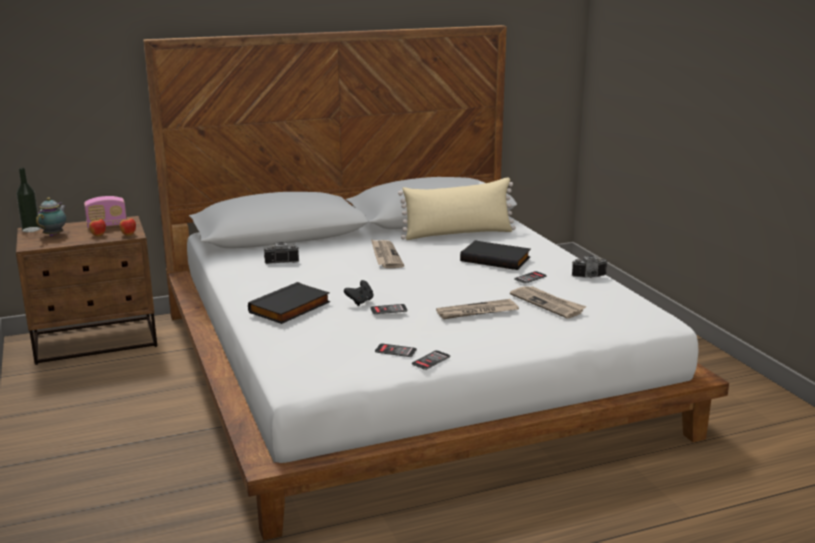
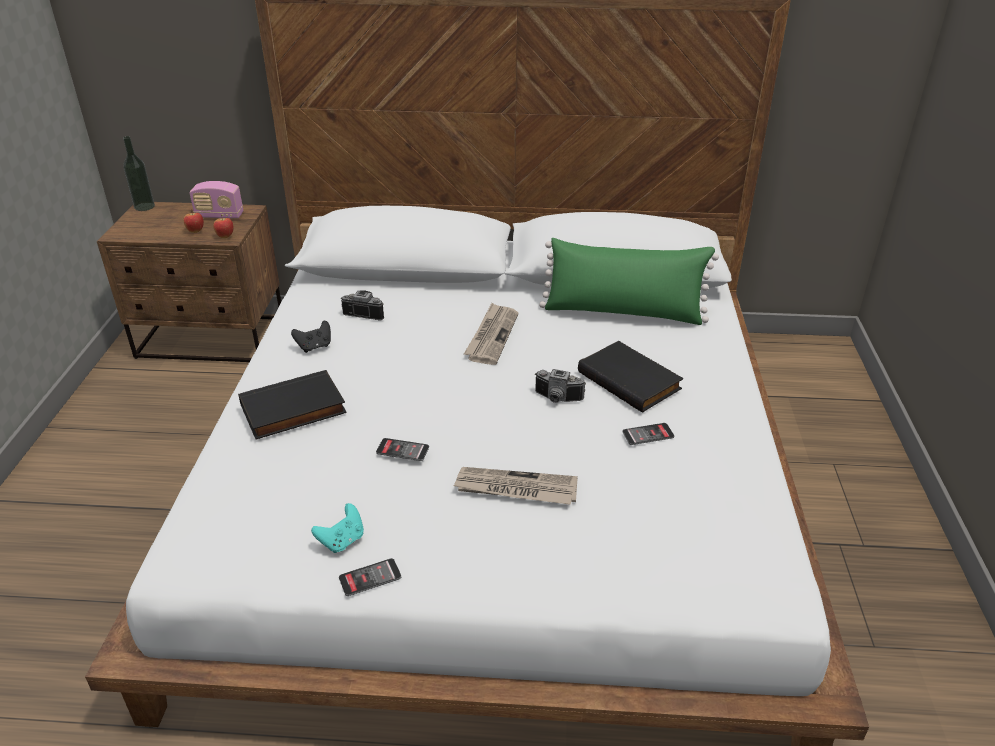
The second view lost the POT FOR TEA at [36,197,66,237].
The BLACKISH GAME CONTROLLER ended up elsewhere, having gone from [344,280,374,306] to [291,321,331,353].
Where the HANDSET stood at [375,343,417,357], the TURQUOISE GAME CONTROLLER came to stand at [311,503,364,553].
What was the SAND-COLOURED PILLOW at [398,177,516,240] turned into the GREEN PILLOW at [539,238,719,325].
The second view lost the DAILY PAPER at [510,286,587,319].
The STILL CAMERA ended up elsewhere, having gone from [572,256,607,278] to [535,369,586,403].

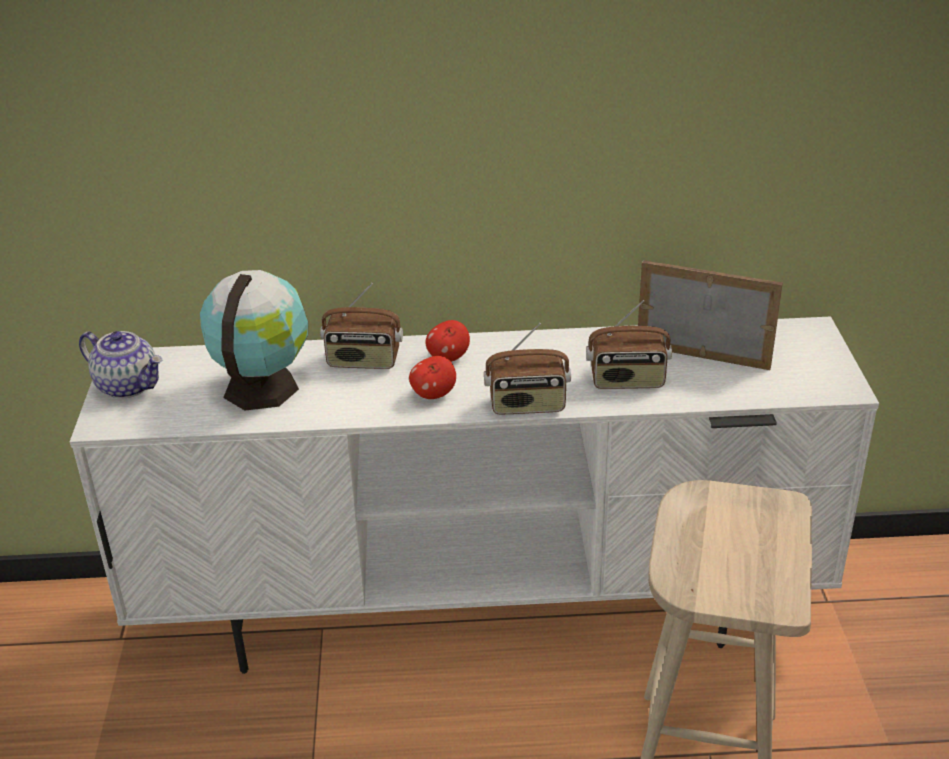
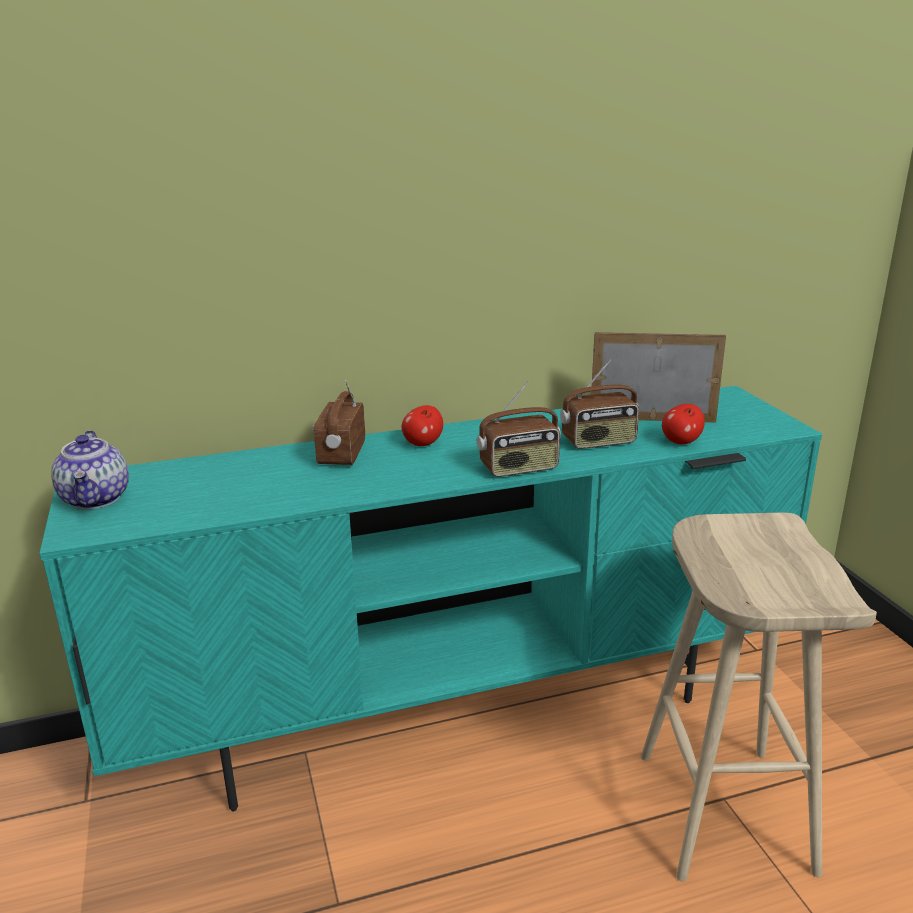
What was the WHITE-COLOURED MEDIA CONSOLE at [70,317,879,674] turned into the TURQUOISE MEDIA CONSOLE at [39,386,822,811].
The POT FOR TEA at [79,331,162,398] ended up facing another way, 60 degrees clockwise from before.
The second view lost the WORLD GLOBE at [200,270,308,410].
The RADIO SET at [320,283,403,369] ended up facing another way, 105 degrees clockwise from before.
The APPLE ended up elsewhere, having gone from [409,356,456,399] to [662,404,705,444].

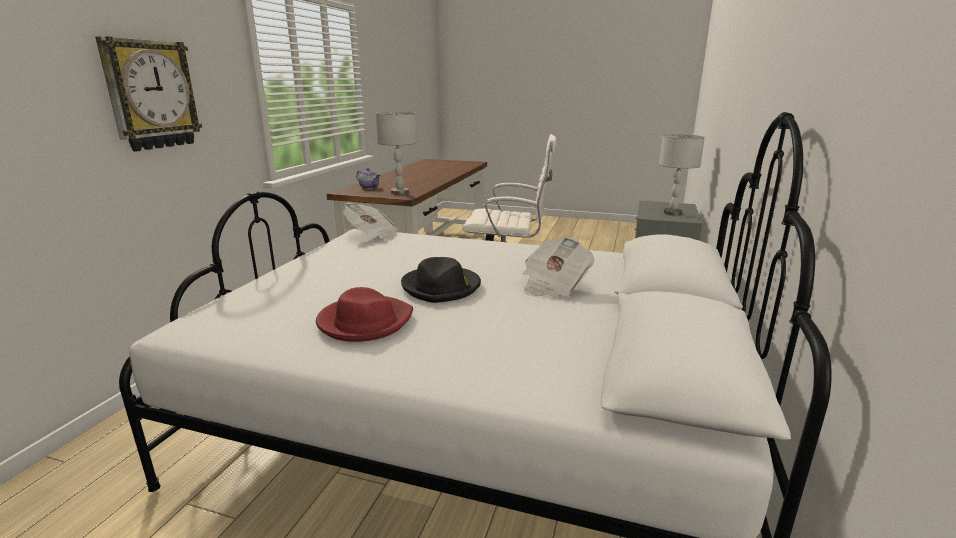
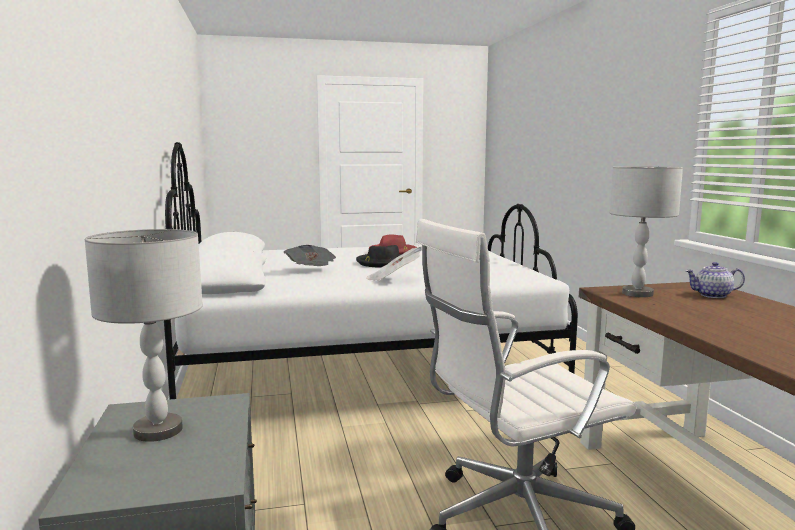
The second view lost the WALL CLOCK at [95,36,202,151].
The DAILY PAPER ended up elsewhere, having gone from [343,203,398,241] to [366,246,422,281].

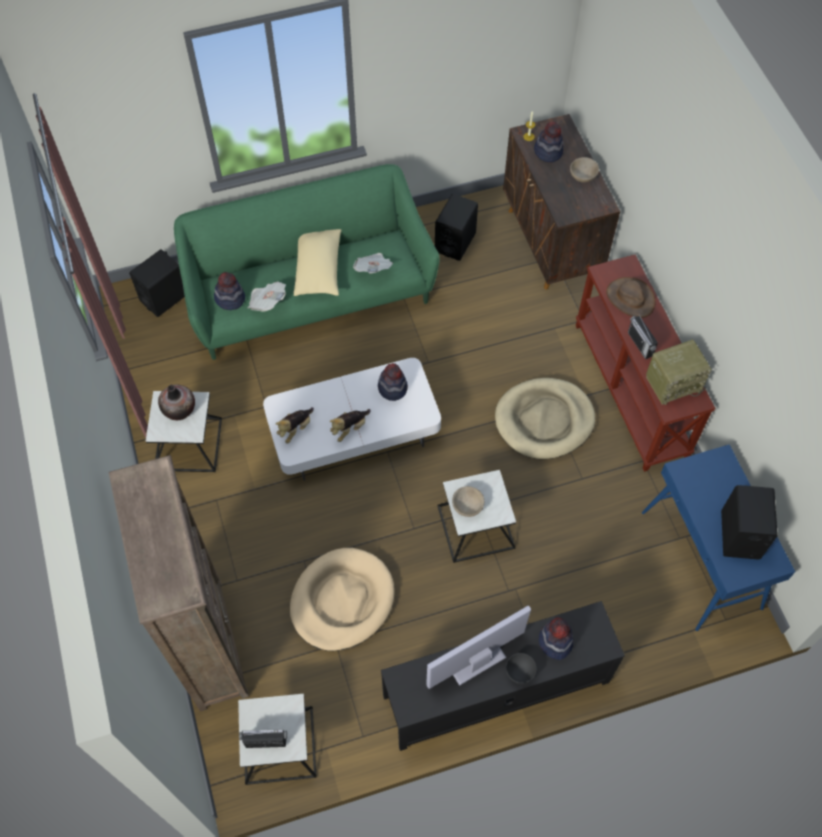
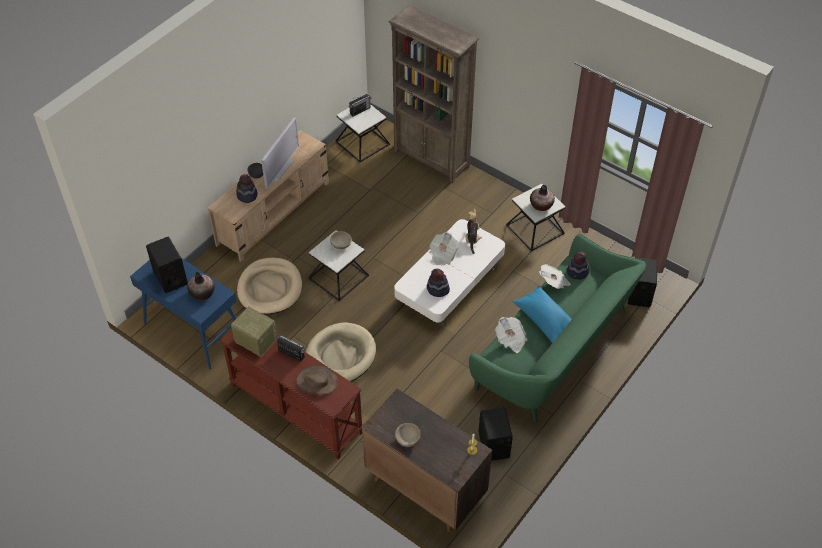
The SAND-COLOURED PET BED ended up elsewhere, having gone from [290,548,395,651] to [237,257,302,314].
What was the SAND-COLOURED PILLOW at [294,229,342,296] turned into the BLUE PILLOW at [513,286,572,343].
Where the PLUSH TOY stood at [330,409,371,442], the DAILY PAPER came to stand at [429,232,459,265].
What was the BLACKISH MEDIA CONSOLE at [381,601,625,751] turned into the SAND-COLOURED MEDIA CONSOLE at [208,130,329,262].
The second view lost the CLOTHING HAT at [534,122,564,162].
The RADIO SET at [646,340,712,405] ended up facing another way, 90 degrees clockwise from before.
The second view gained the DECORATIVE VASE at [187,272,215,300].

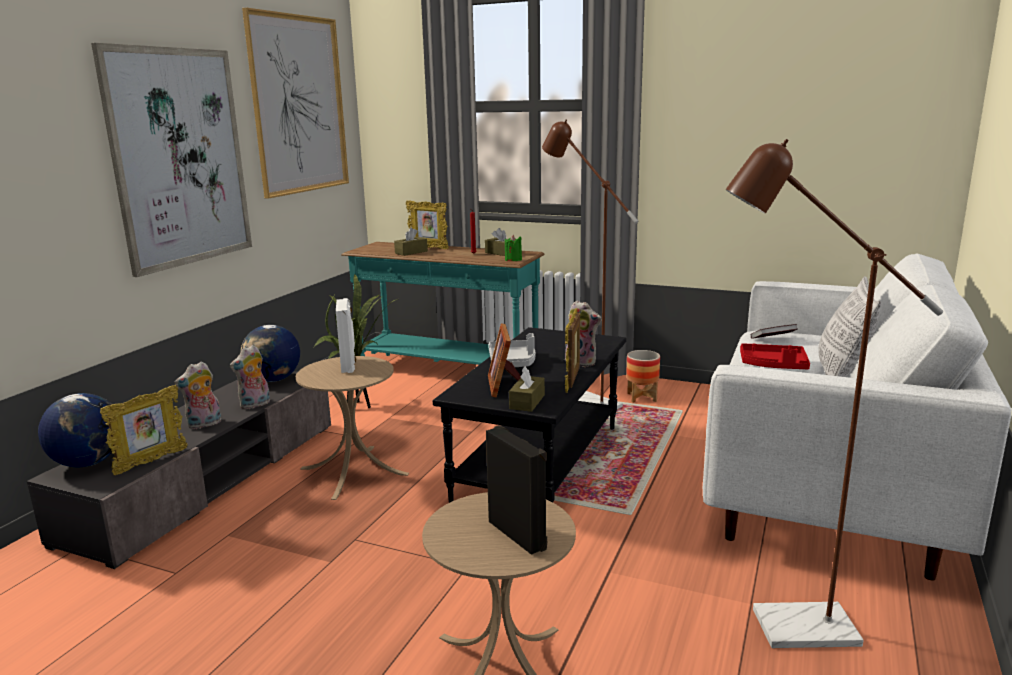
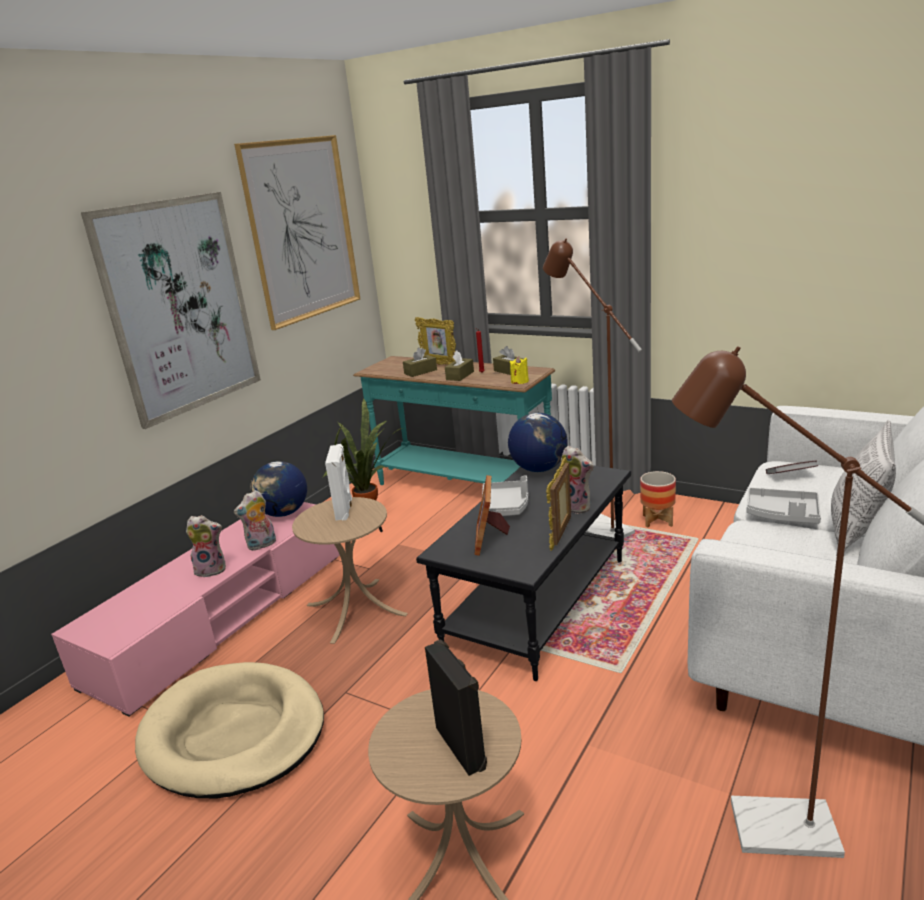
What was the GRAY MEDIA CONSOLE at [27,371,331,569] turned into the PINK-COLOURED MEDIA CONSOLE at [51,502,340,717].
The WORLD GLOBE ended up elsewhere, having gone from [38,393,112,467] to [508,413,568,472].
The second view lost the PICTURE FRAME at [100,385,188,475].
The PLUSH TOY at [174,361,221,430] ended up facing another way, 150 degrees counterclockwise from before.
What was the GREEN CANDLE at [505,235,522,261] turned into the YELLOWISH CANDLE at [510,356,529,384].
The BROWN-COLOURED BOX OF TISSUES ended up elsewhere, having gone from [509,366,545,412] to [445,350,474,381].
What was the RED CARRYING TRAY at [740,343,810,369] turned into the GRAY CARRYING TRAY at [747,488,821,524].
The second view gained the SAND-COLOURED PET BED at [135,662,324,798].

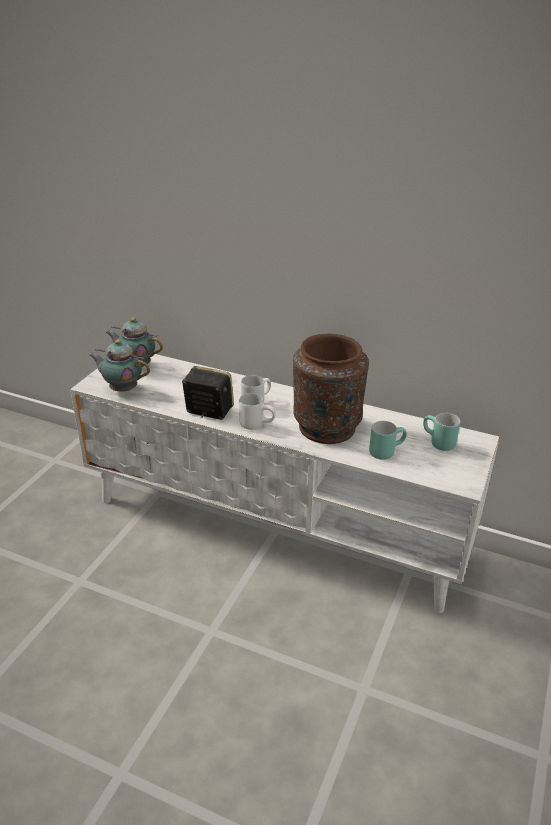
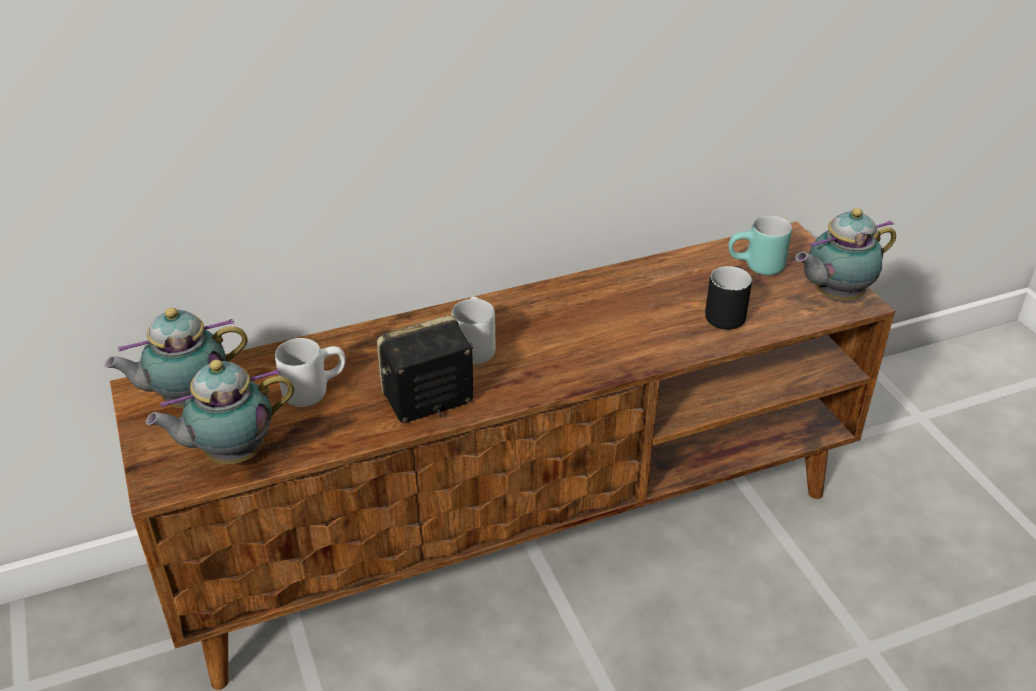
What was the WHITE-COLOURED MEDIA CONSOLE at [70,354,500,613] turned into the BROWN-COLOURED MEDIA CONSOLE at [110,222,895,690].
The WHITE-COLOURED MUG ended up elsewhere, having gone from [239,393,276,430] to [275,338,346,407].
The second view lost the BROWN-COLOURED DECORATIVE VASE at [293,334,369,444].
What was the TURQUOISE MUG at [369,421,407,460] turned into the BLACKISH MUG at [705,266,752,330].
The second view gained the POT FOR TEA at [795,208,896,300].

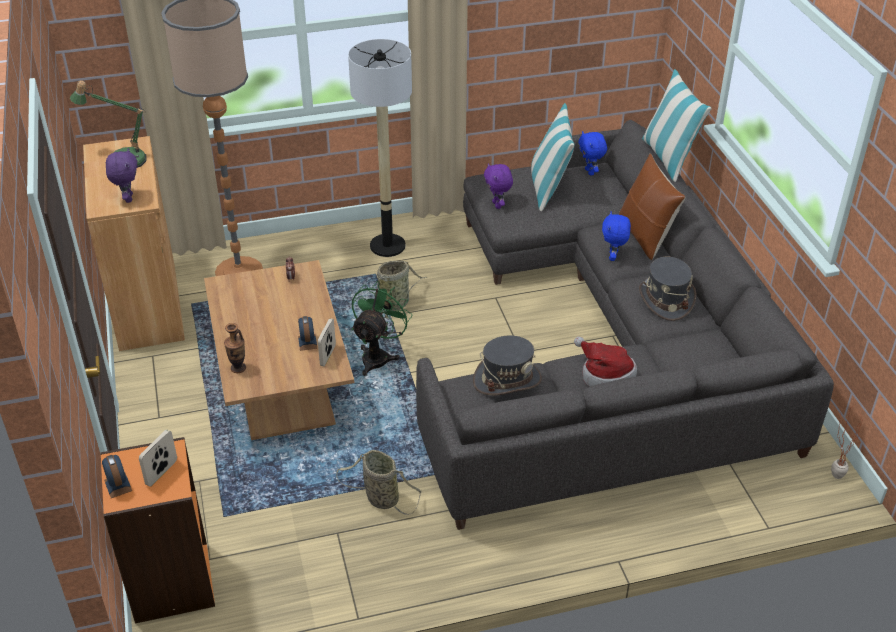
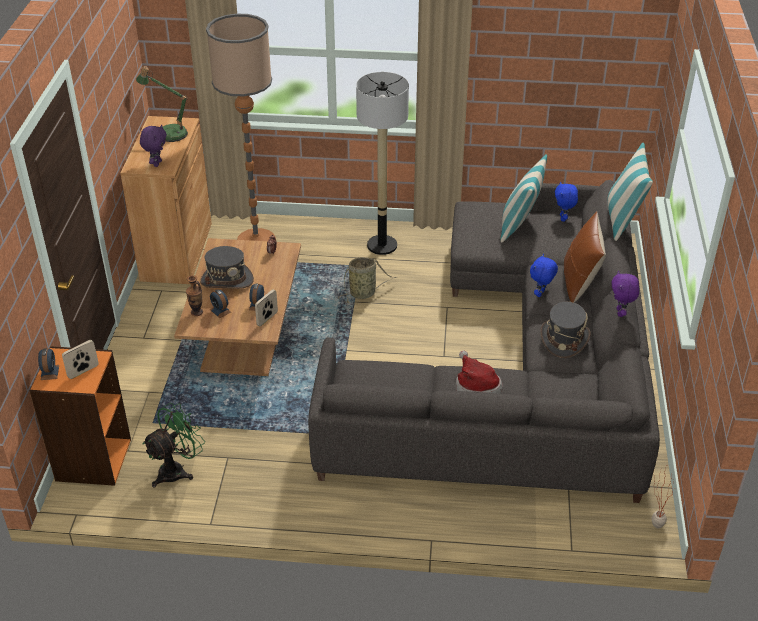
The second view lost the HOUSEHOLD BASKET at [336,450,421,515].
The GREEN ELECTRIC FAN ended up elsewhere, having gone from [352,281,413,376] to [142,403,205,487].
The GRAY CLOTHING HAT ended up elsewhere, having gone from [473,336,542,395] to [200,246,254,289].
The PURPLISH PLUSH TOY ended up elsewhere, having gone from [484,163,513,209] to [611,271,639,317].
The second view gained the TABLE CLOCK at [210,290,231,318].

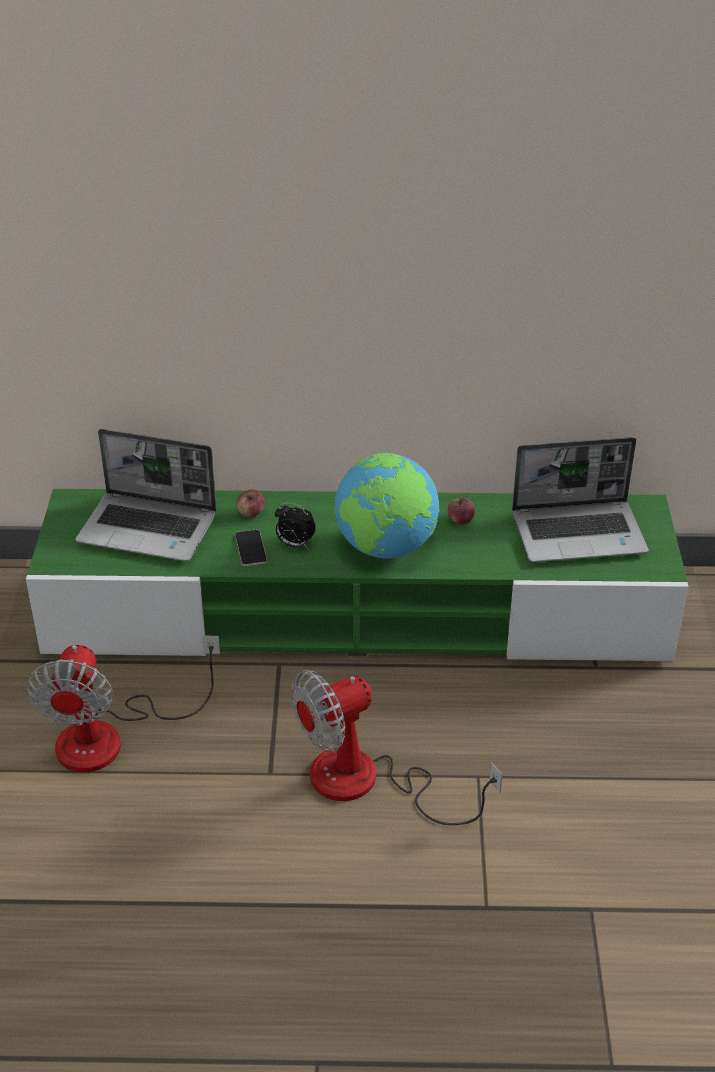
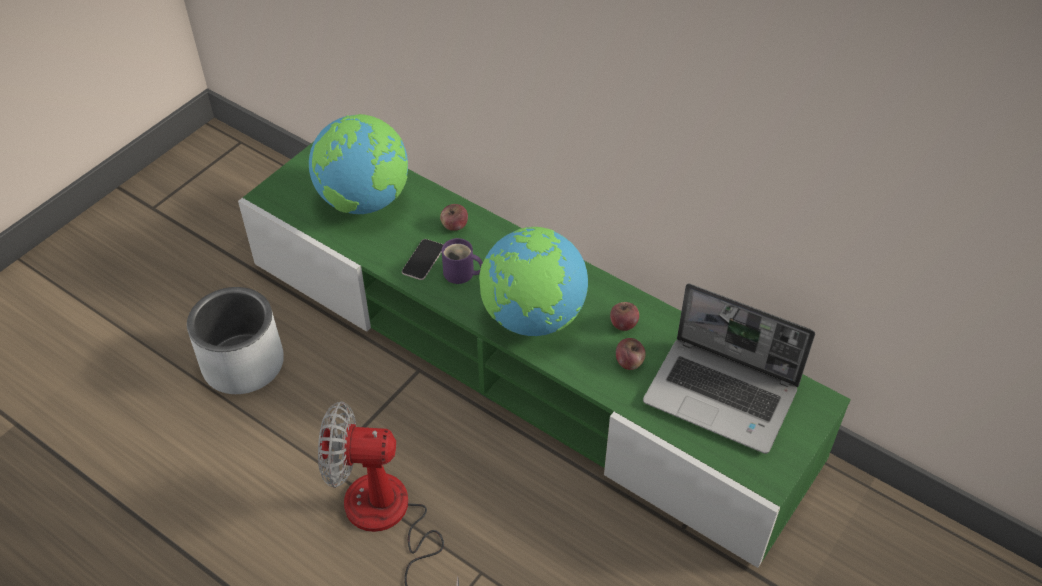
Where the ELECTRIC FAN stood at [26,635,220,773], the GRAY FLOWER POT came to stand at [187,287,284,394].
Where the LAPTOP stood at [76,429,217,561], the WORLD GLOBE came to stand at [309,114,408,214].
Where the TABLE CLOCK stood at [275,503,316,548], the PURPLISH MUG came to stand at [442,238,483,284].
The second view gained the APPLE at [616,338,646,370].

